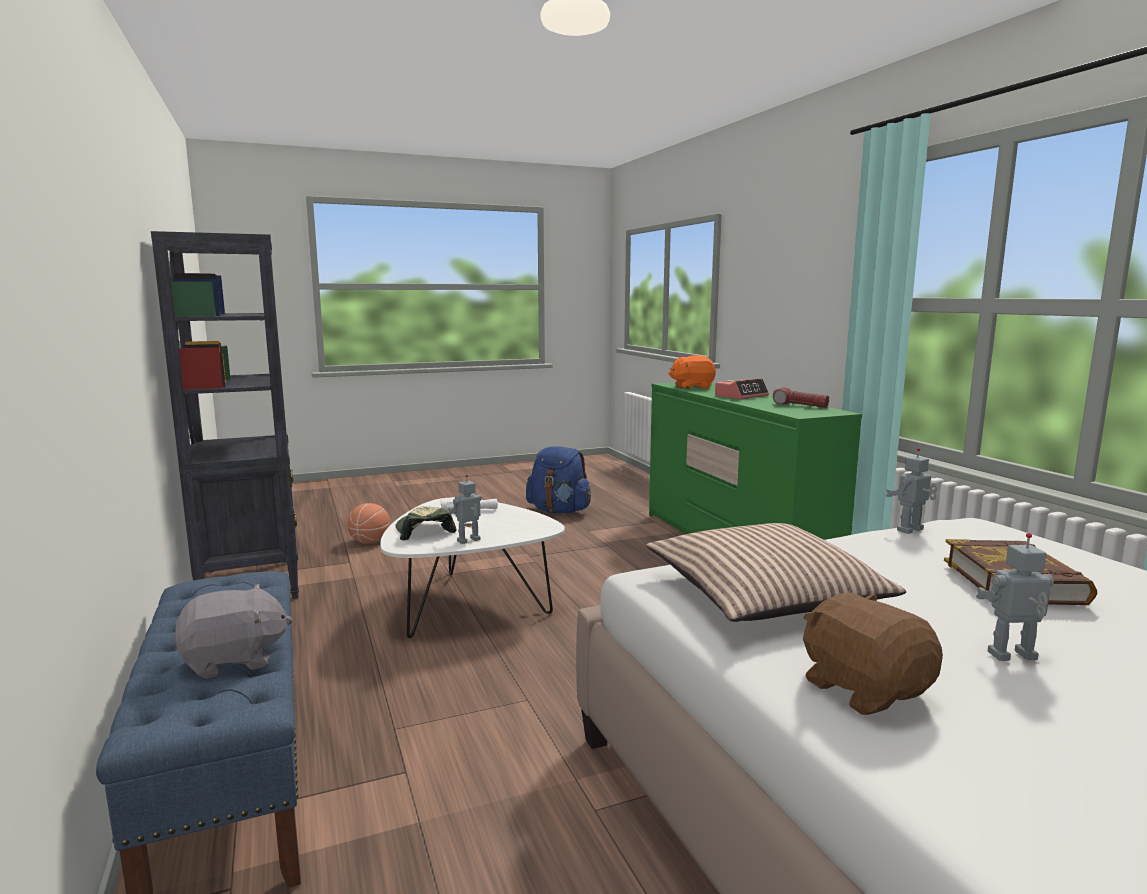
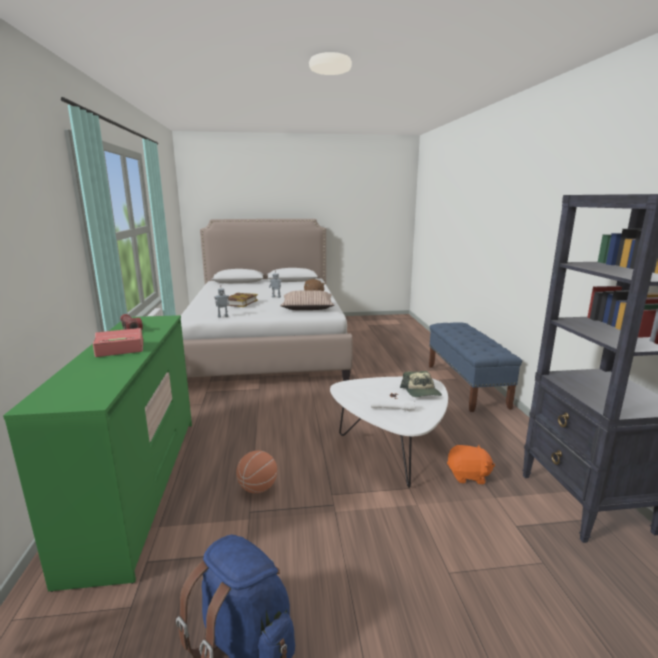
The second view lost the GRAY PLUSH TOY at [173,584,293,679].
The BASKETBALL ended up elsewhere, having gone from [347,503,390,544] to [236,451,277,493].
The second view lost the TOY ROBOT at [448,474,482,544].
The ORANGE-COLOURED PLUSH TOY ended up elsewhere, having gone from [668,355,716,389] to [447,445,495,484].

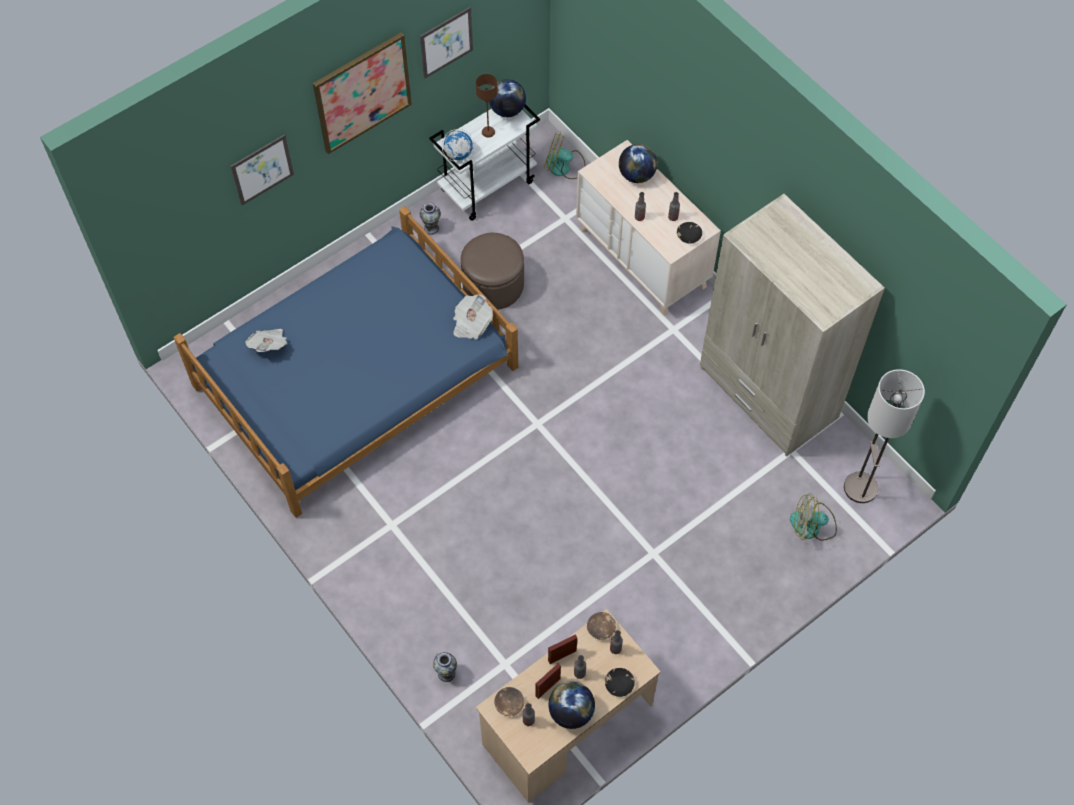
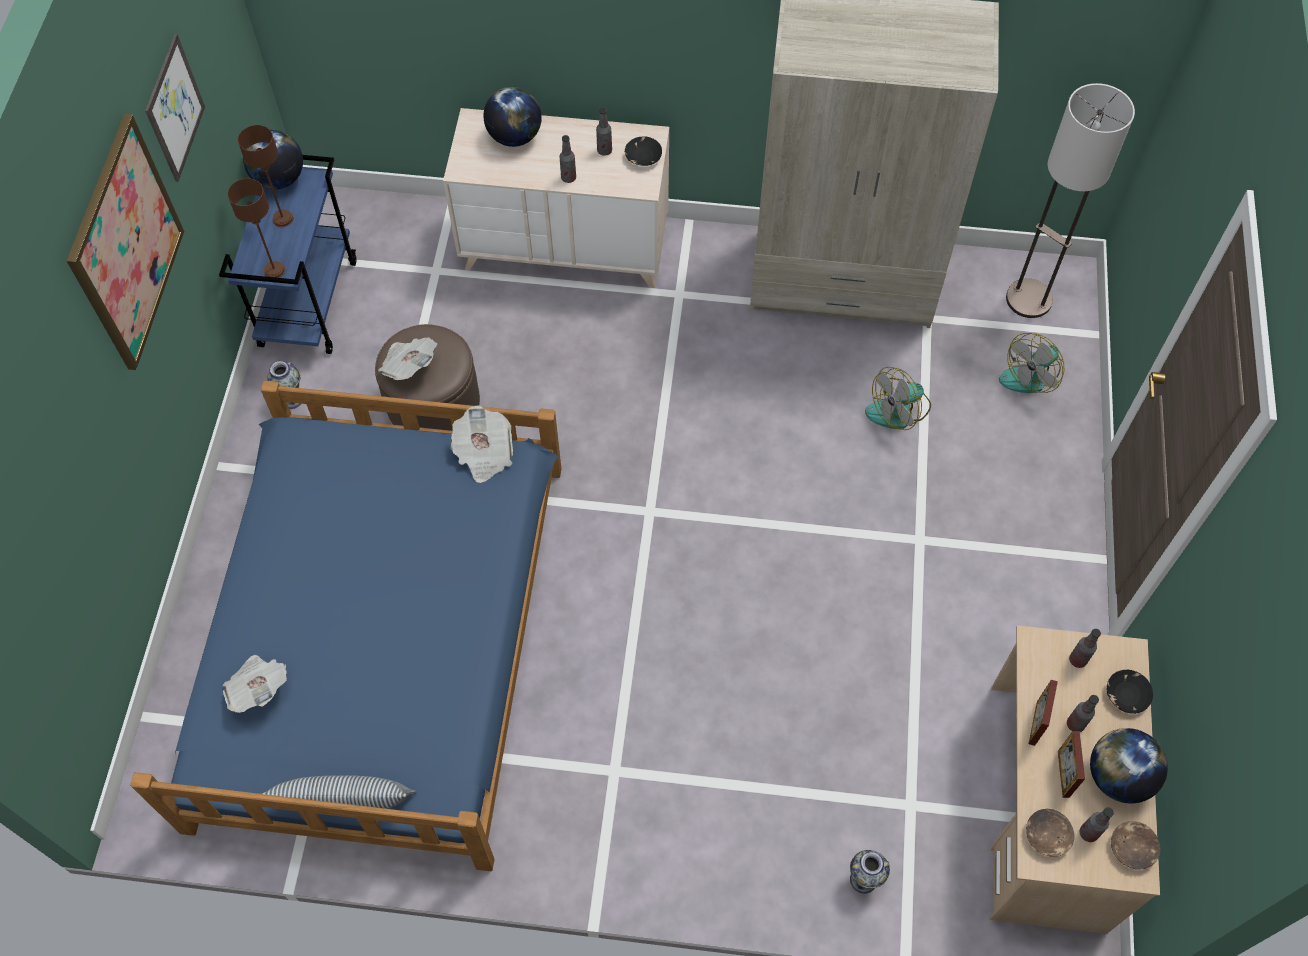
The second view lost the WALL ART at [230,134,294,205].
What was the WHITE-COLOURED CART at [429,104,540,221] turned into the BLUE CART at [219,155,357,354].
Where the WORLD GLOBE stood at [442,129,474,162], the BROWN-COLOURED TABLETOP LAMP came to stand at [227,178,285,278].
The ELECTRIC FAN ended up elsewhere, having gone from [544,132,585,179] to [865,367,931,430].
The BROWN-COLOURED SERVING BOWL ended up elsewhere, having gone from [587,612,616,640] to [1111,821,1160,870].
The second view gained the PILLOW at [261,775,417,809].
The second view gained the DAILY PAPER at [378,337,437,380].

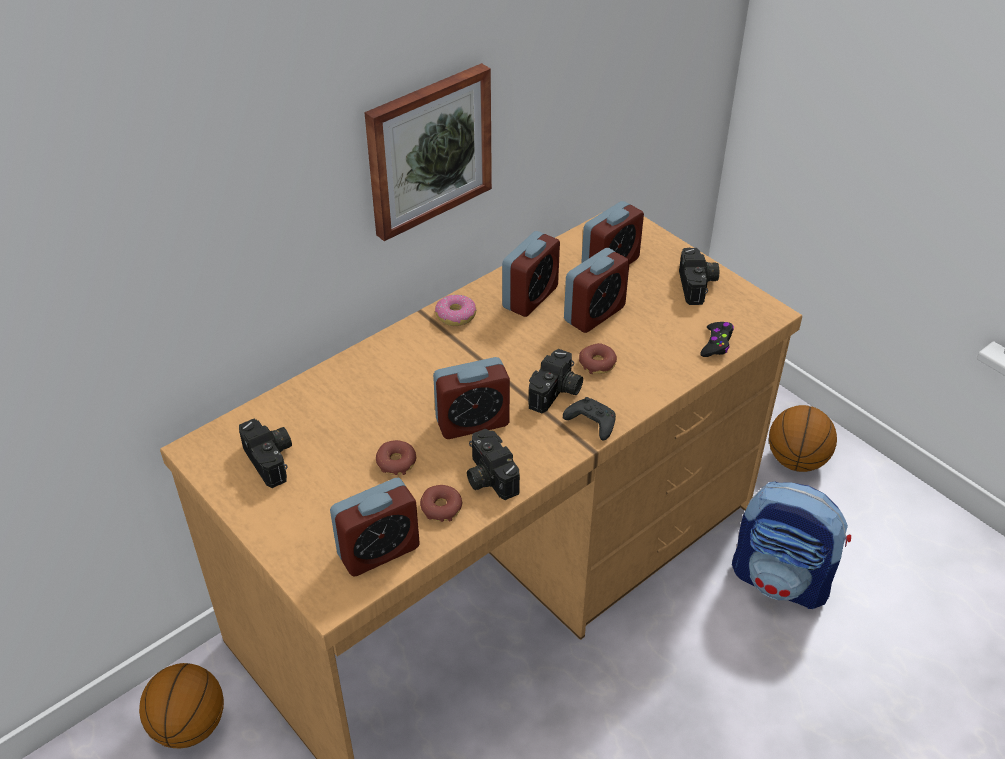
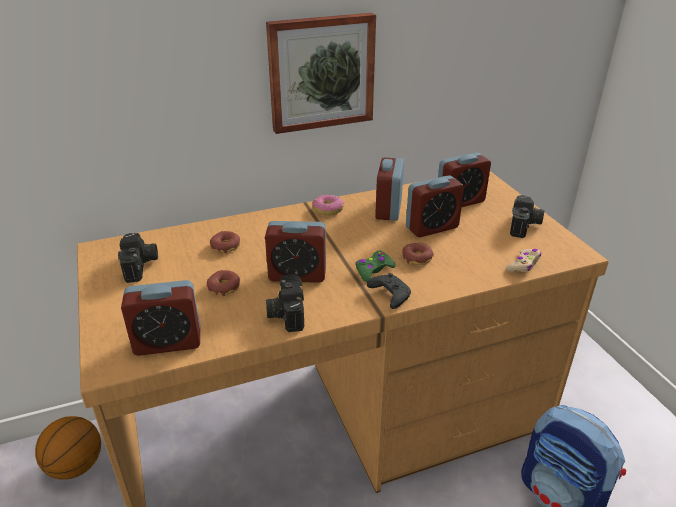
The RING DOUGHNUT ended up elsewhere, having gone from [420,485,462,522] to [210,231,240,253].
The TABLE CLOCK at [502,231,560,317] ended up facing another way, 135 degrees clockwise from before.
Where the STILL CAMERA stood at [529,349,583,414], the GREEN GAME CONTROLLER came to stand at [355,251,396,282].
What was the BLACKISH GAME CONTROLLER at [700,322,734,357] turned into the SAND-COLOURED GAME CONTROLLER at [506,249,541,272].
The second view lost the BASKETBALL at [769,405,837,472].

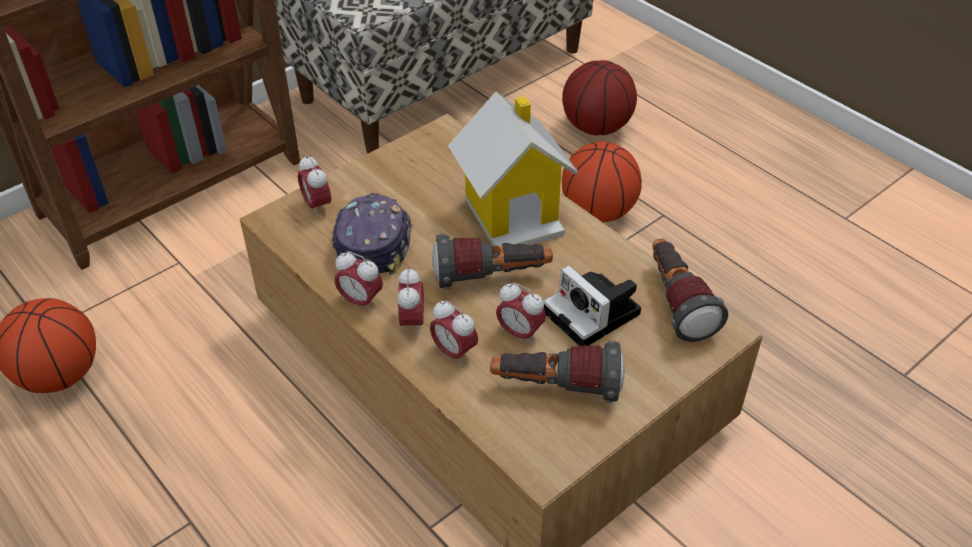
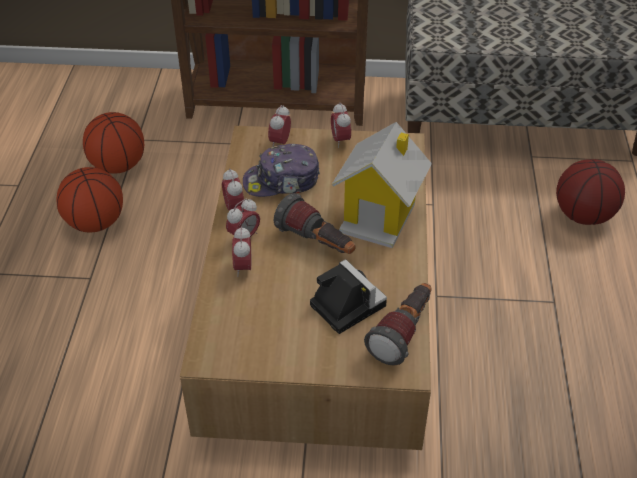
The PEAKED CAP at [332,193,413,275] ended up facing another way, 150 degrees counterclockwise from before.
The second view lost the FLASHLIGHT at [490,341,625,403].
The TABLE CLOCK ended up elsewhere, having gone from [496,283,546,345] to [331,102,351,148].
The STILL CAMERA at [543,266,641,346] ended up facing another way, 135 degrees clockwise from before.
The BASKETBALL ended up elsewhere, having gone from [562,142,642,222] to [57,167,123,232].

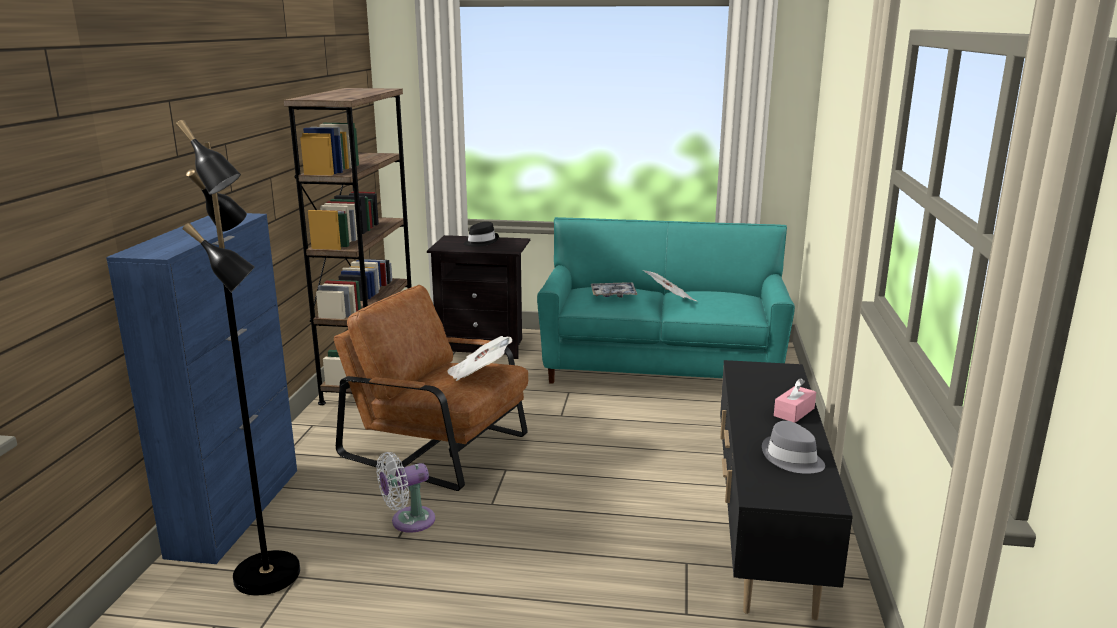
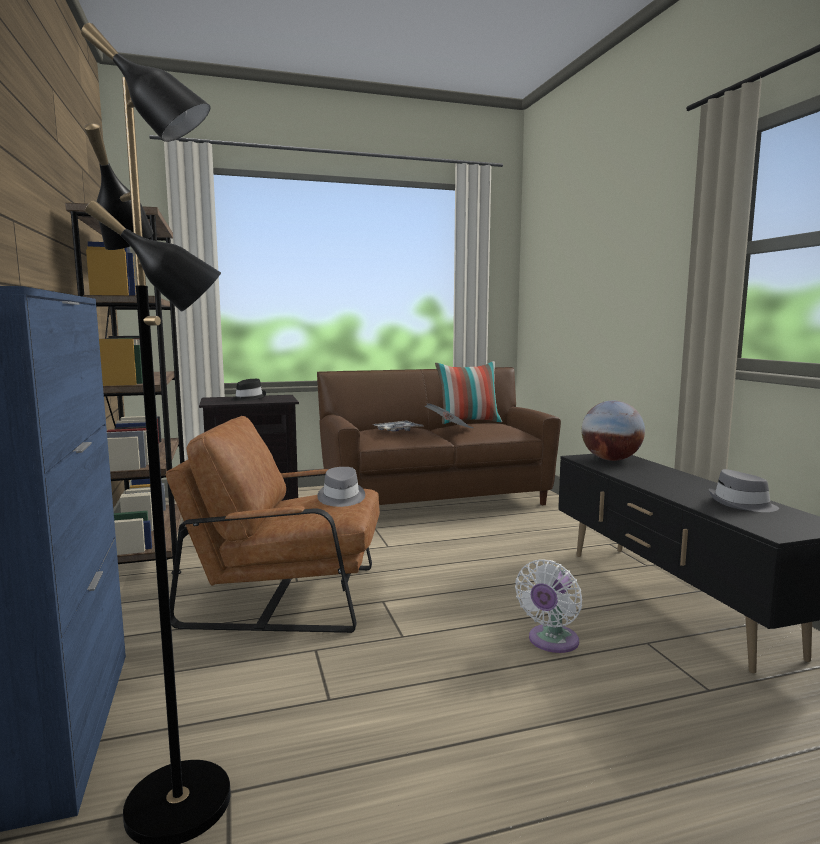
The WHITE-COLOURED ELECTRIC FAN ended up elsewhere, having gone from [376,452,435,533] to [515,559,582,653].
Where the DAILY PAPER stood at [447,336,512,381], the GRAY CLOTHING HAT came to stand at [317,467,365,507].
What was the TURQUOISE SETTEE at [537,217,795,384] turned into the BROWN-COLOURED SETTEE at [317,367,561,505].
The second view lost the PINK-COLOURED BOX OF TISSUES at [774,379,816,423].
The second view gained the PILLOW at [435,361,502,424].
The second view gained the WORLD GLOBE at [582,401,645,461].

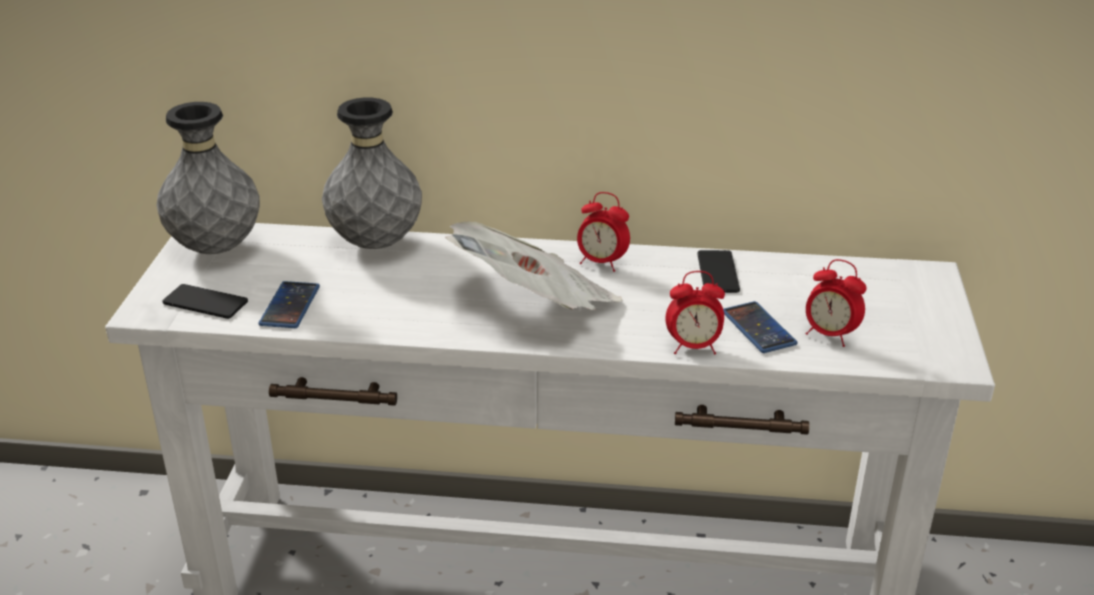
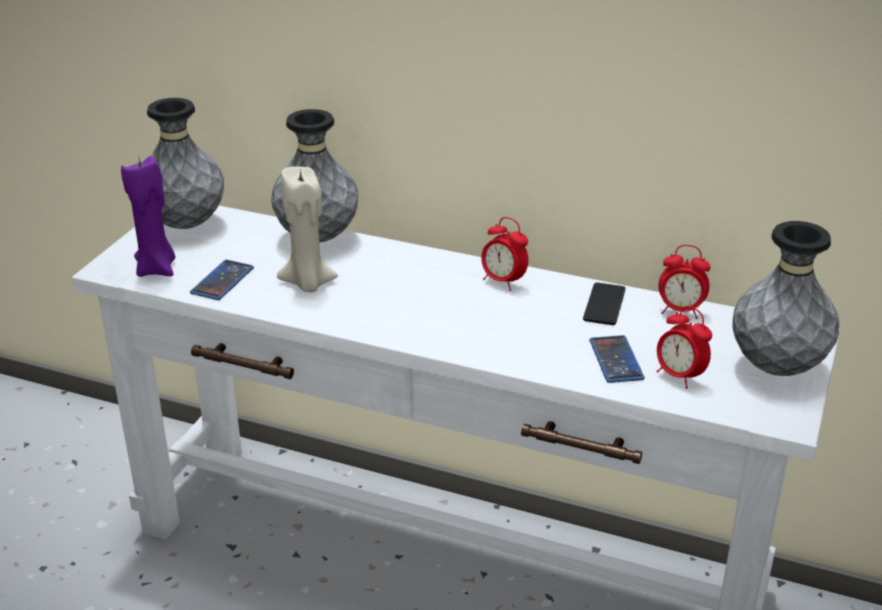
Where the HANDSET stood at [162,284,248,319], the PURPLISH CANDLE came to stand at [121,156,175,277].
The second view lost the DAILY PAPER at [445,221,623,310].
The TABLE CLOCK ended up elsewhere, having gone from [666,271,725,354] to [658,245,711,319].
The second view gained the SAND-COLOURED CANDLE at [277,167,338,292].
The second view gained the GRAY DECORATIVE VASE at [732,221,839,376].

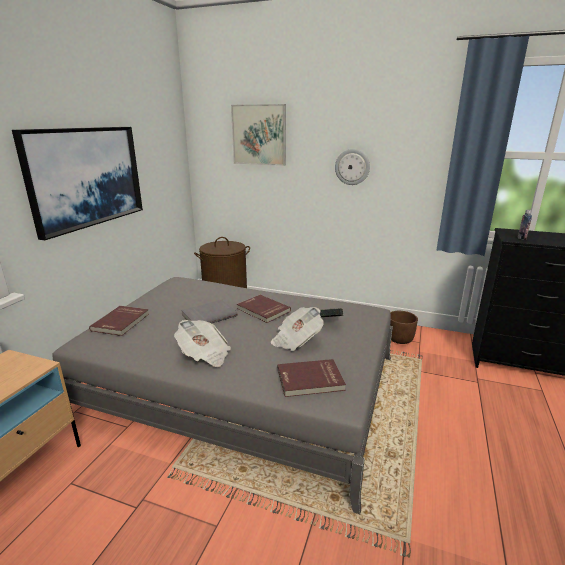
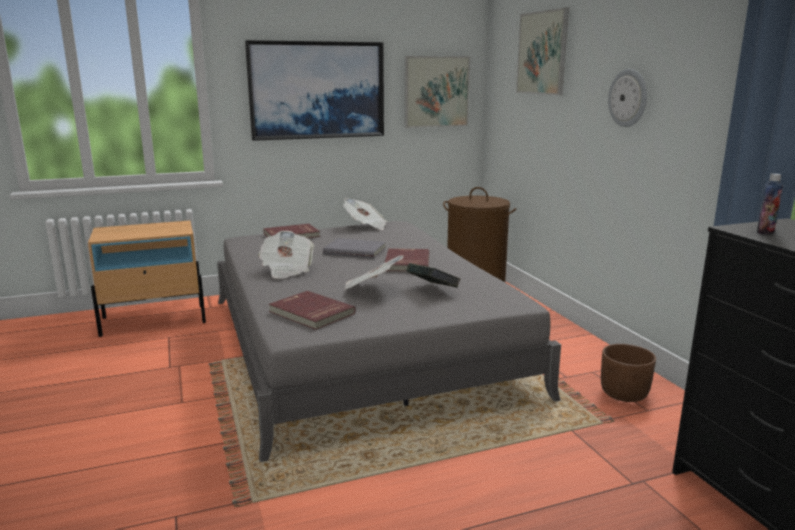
The second view gained the DAILY PAPER at [343,198,387,230].
The second view gained the WALL ART at [405,56,470,128].

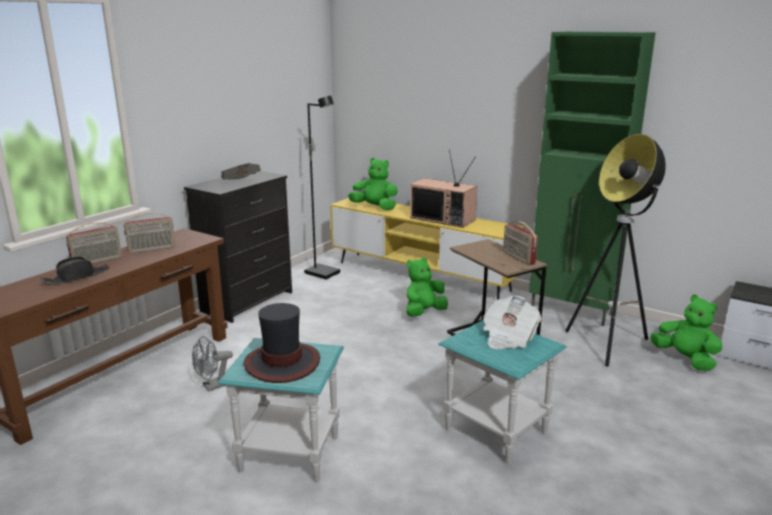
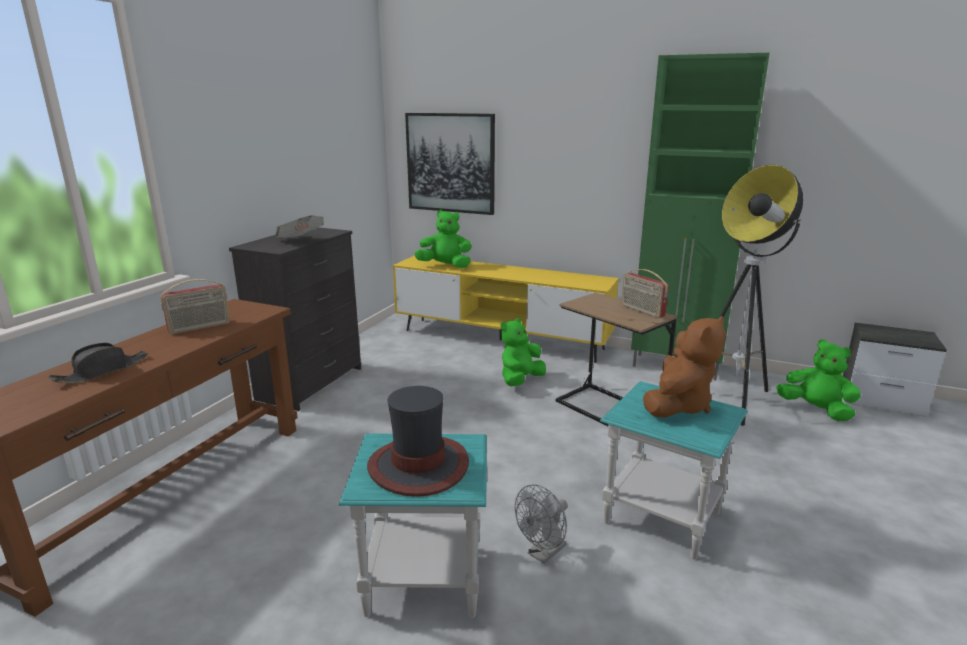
The second view lost the RADIO SET at [66,222,122,264].
The GRAY ELECTRIC FAN ended up elsewhere, having gone from [192,336,233,391] to [515,484,568,564].
The second view lost the BLACKISH FLOOR LAMP at [304,96,340,280].
The second view lost the TV at [410,149,477,228].
Where the DAILY PAPER stood at [483,296,541,349], the BROWN-COLOURED PLUSH TOY came to stand at [643,316,726,418].
The second view gained the WALL ART at [405,113,495,215].

